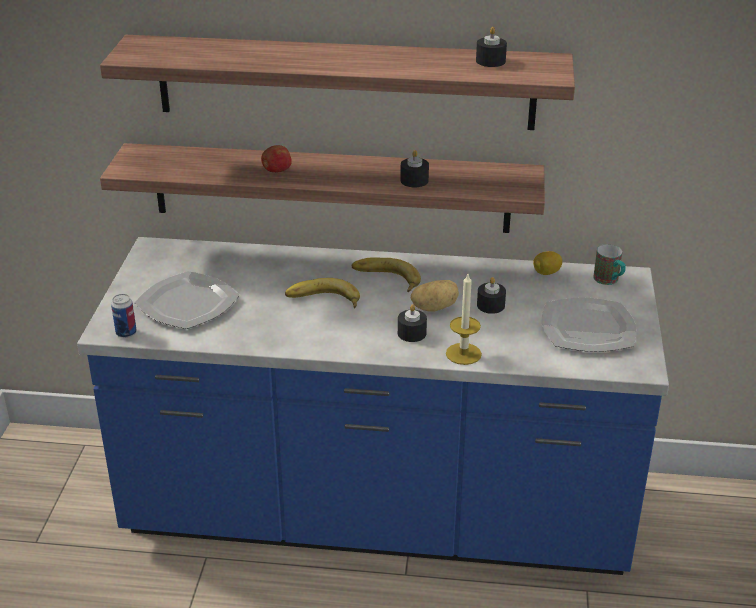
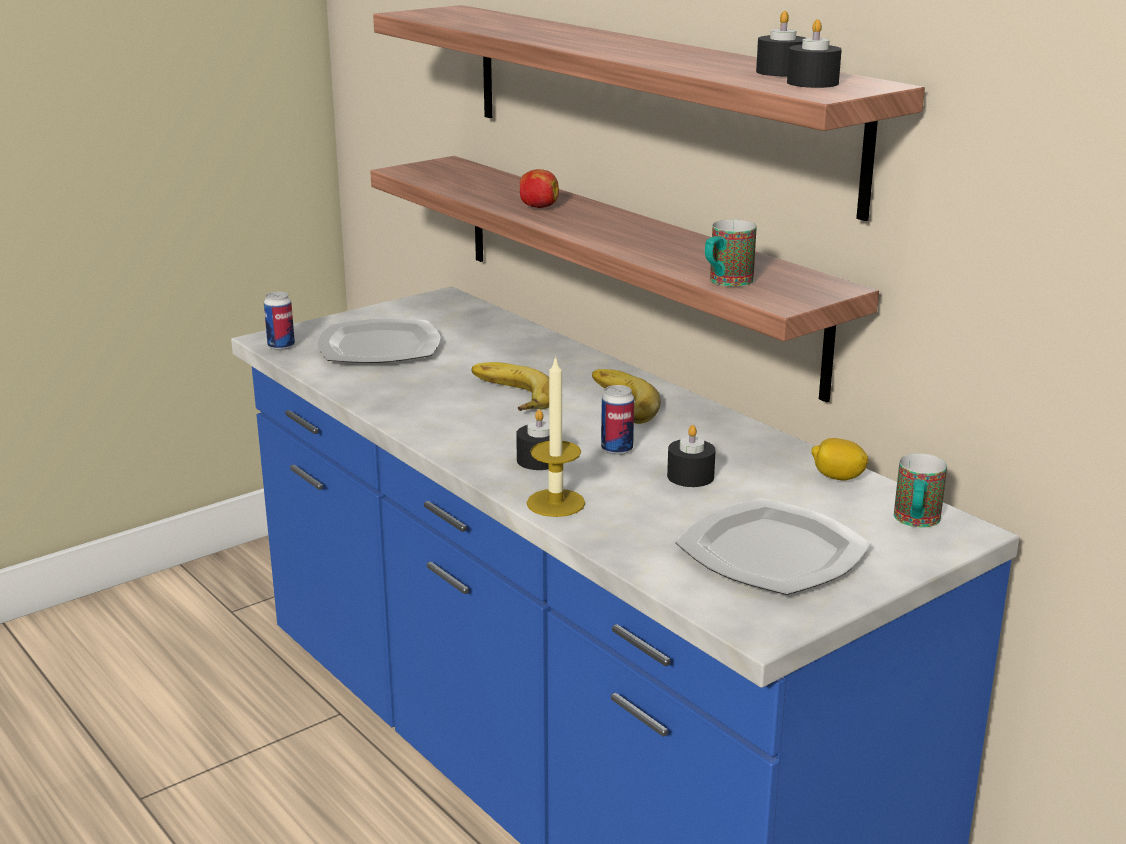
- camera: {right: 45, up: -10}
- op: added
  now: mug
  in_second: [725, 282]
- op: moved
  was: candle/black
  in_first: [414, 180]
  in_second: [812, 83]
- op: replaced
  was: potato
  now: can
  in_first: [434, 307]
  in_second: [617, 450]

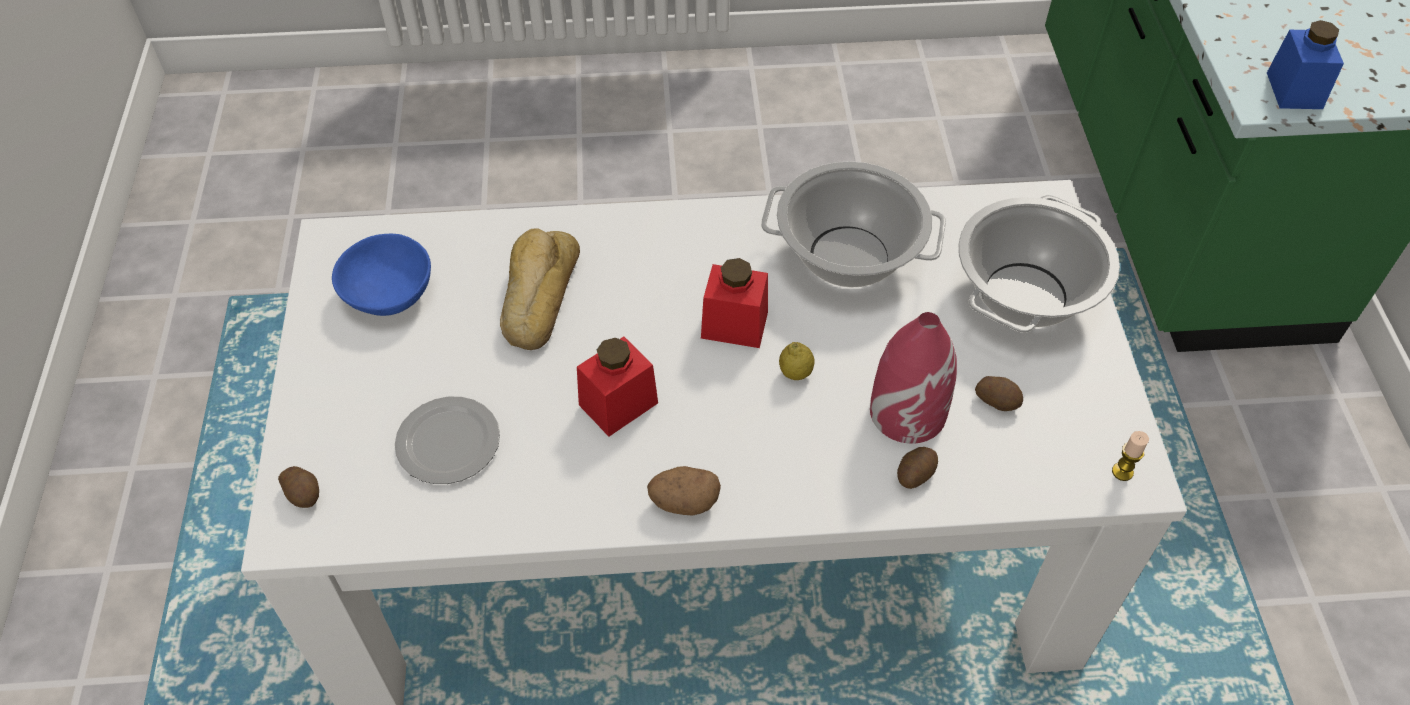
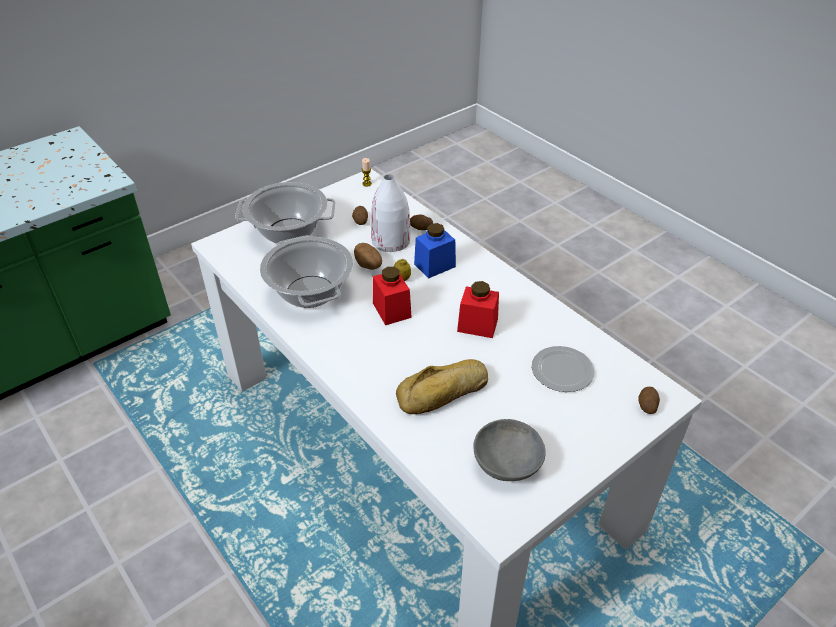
- camera: {right: -125, up: -10}
- op: moved
  was: potato
  in_first: [684, 501]
  in_second: [369, 265]
- op: moved
  was: jar/blue
  in_first: [1294, 90]
  in_second: [434, 265]
- op: recoloured
  was: bowl/blue
  now: bowl/grey
  in_first: [387, 293]
  in_second: [508, 463]
- op: recoloured
  was: vase/red
  now: vase/white
  in_first: [907, 411]
  in_second: [390, 241]

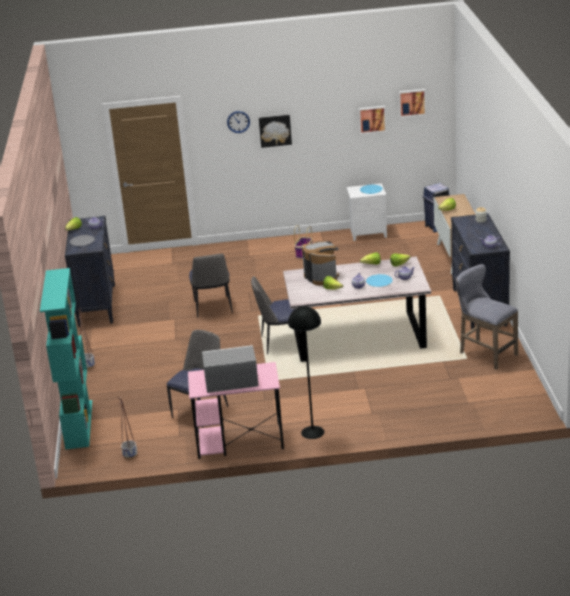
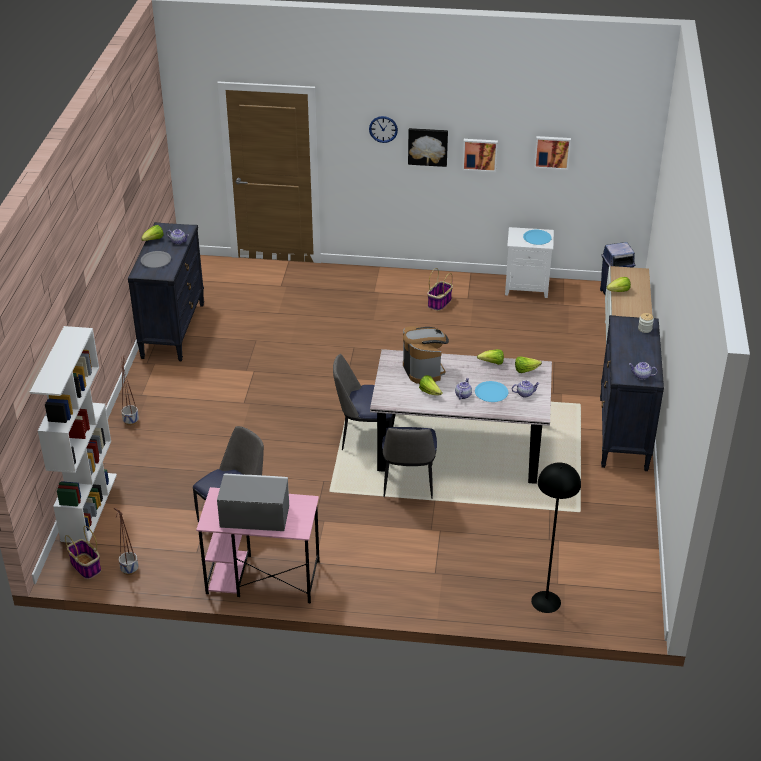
- camera: {right: 10, up: 10}
- op: removed
  was: stool/grey
  in_first: [485, 353]
- op: added
  now: basket
  in_second: [86, 567]
- op: moved
  was: chair
  in_first: [213, 308]
  in_second: [408, 482]
- op: moved
  was: floor lamp/black
  in_first: [312, 432]
  in_second: [546, 602]
- op: moved
  was: picture
  in_first: [412, 102]
  in_second: [480, 154]
- op: recoloured
  was: bookcase/turquoise
  now: bookcase/white
  in_first: [78, 424]
  in_second: [89, 507]

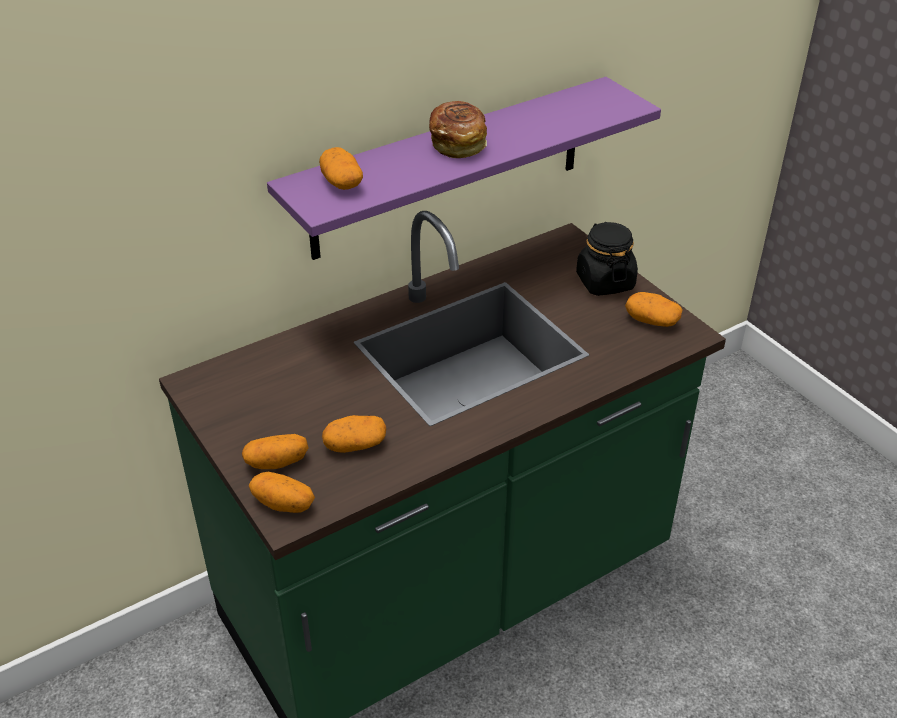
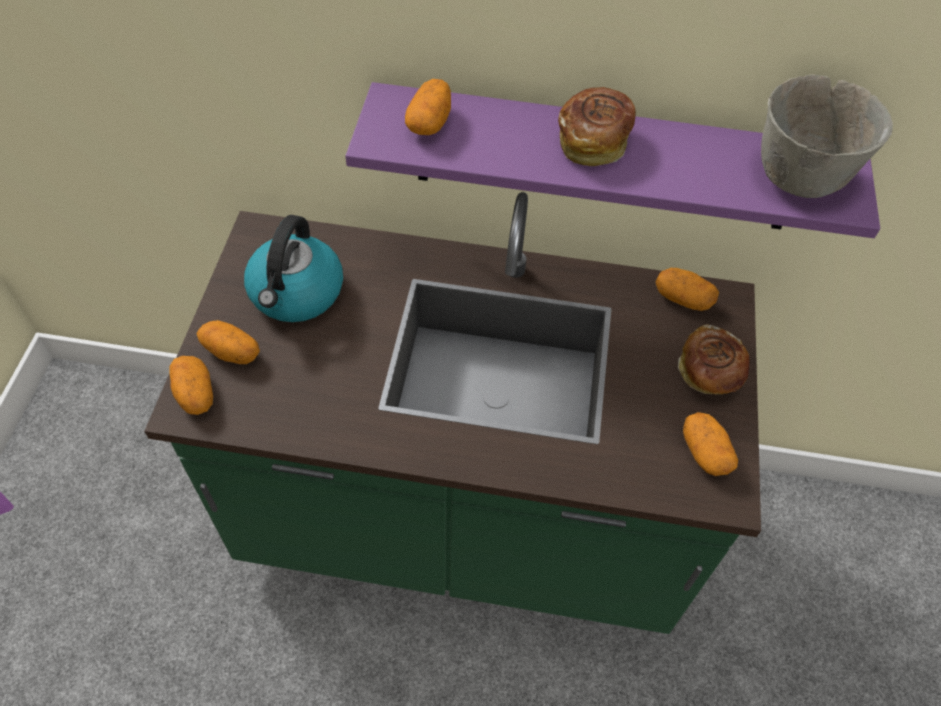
- camera: {right: 40, up: 15}
- op: added
  now: kettle
  in_second: [296, 293]
- op: added
  now: bowl/grey
  in_second: [800, 176]
- op: moved
  was: potato
  in_first: [355, 445]
  in_second: [682, 299]
- op: replaced
  was: jar/black
  now: bread
  in_first: [604, 282]
  in_second: [709, 374]

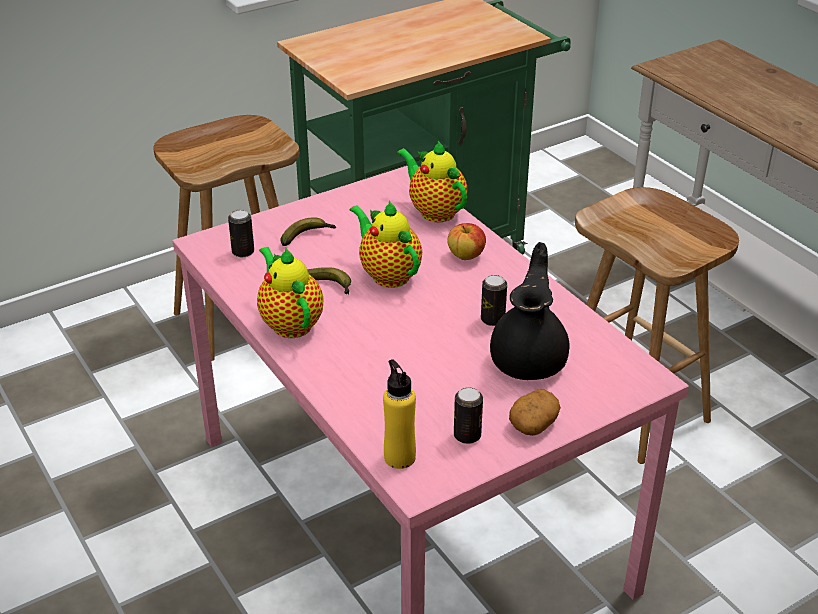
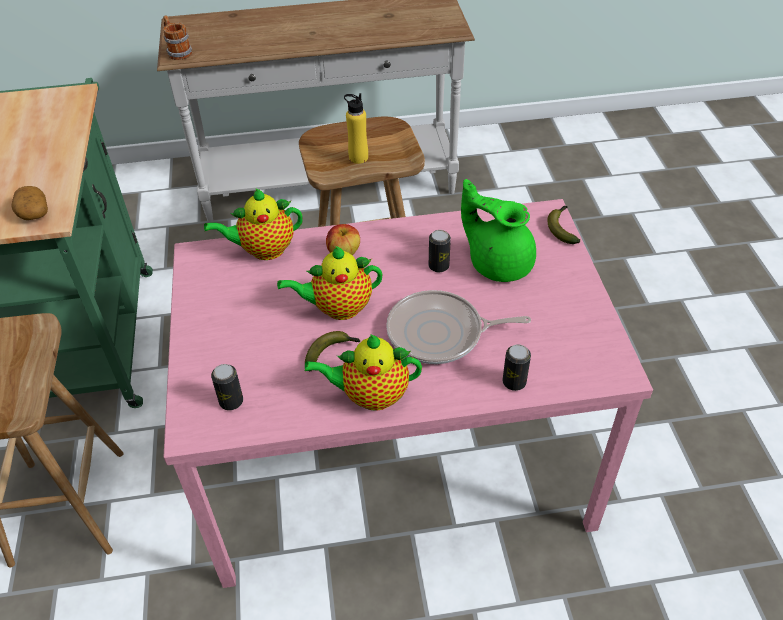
- camera: {right: -65, up: 10}
- op: added
  now: mug
  in_second: [178, 52]
- op: added
  now: frying pan
  in_second: [440, 333]
- op: moved
  was: banana
  in_first: [307, 236]
  in_second: [562, 228]
- op: moved
  was: bottle/yellow
  in_first: [399, 457]
  in_second: [358, 157]
- op: moved
  was: can
  in_first: [467, 435]
  in_second: [514, 382]
- op: moved
  was: potato
  in_first: [533, 423]
  in_second: [33, 212]
- op: recoloured
  was: teapot/black
  now: teapot/green
  in_first: [530, 359]
  in_second: [498, 263]

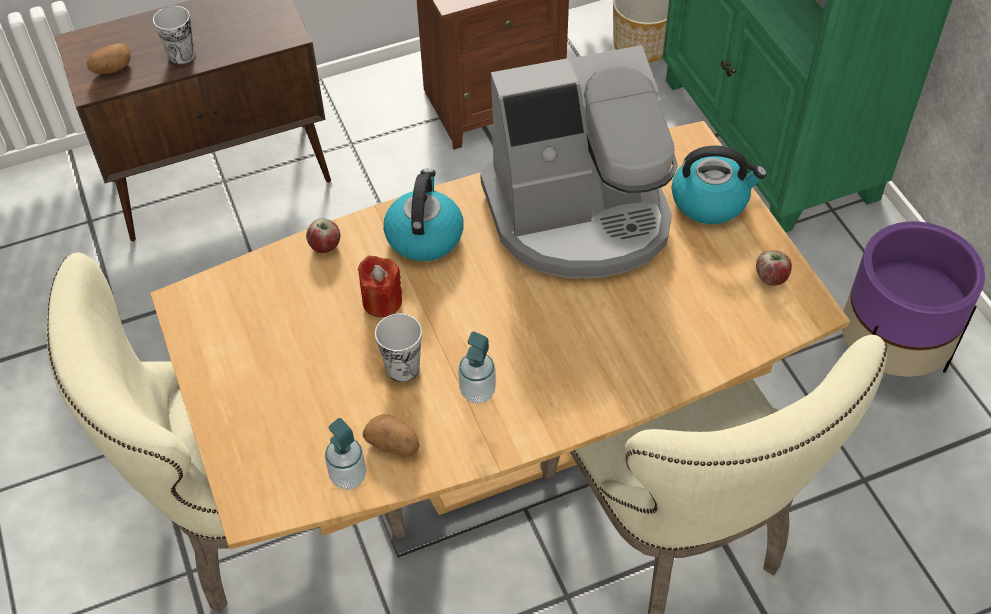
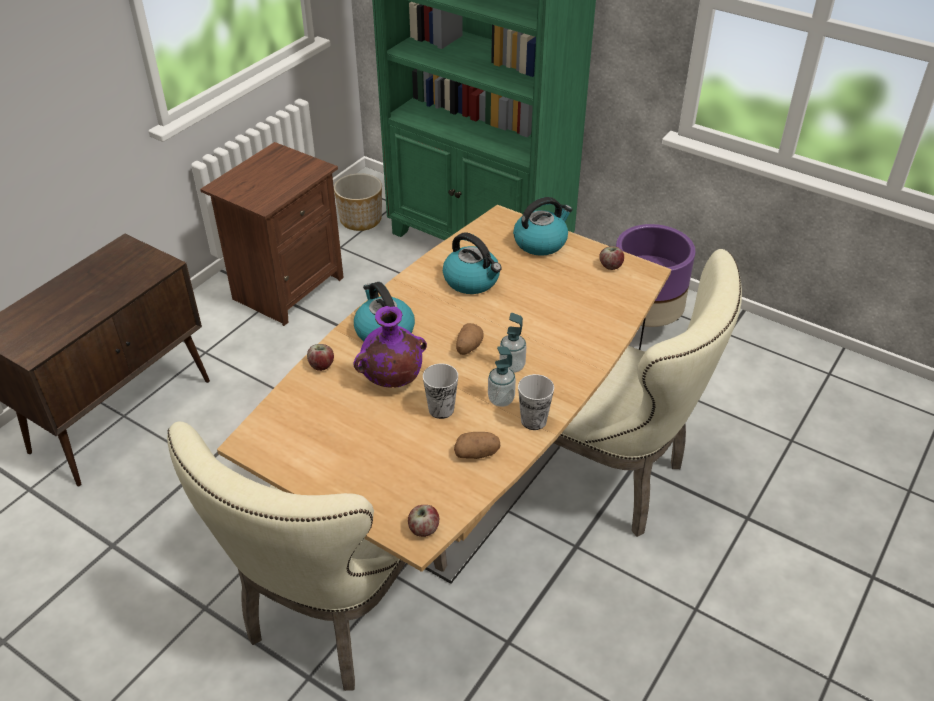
- camera: {right: -35, up: -10}
- op: added
  now: apple
  in_second: [423, 529]
- op: moved
  was: potato
  in_first: [112, 69]
  in_second: [468, 347]
- op: moved
  was: cup
  in_first: [181, 55]
  in_second: [533, 420]
- op: moved
  was: soap dispenser
  in_first: [348, 476]
  in_second: [512, 366]
- op: replaced
  was: candle/red
  now: vase/purple
  in_first: [382, 301]
  in_second: [391, 379]
- op: replaced
  was: coffee machine
  now: kettle
  in_first: [580, 216]
  in_second: [472, 280]

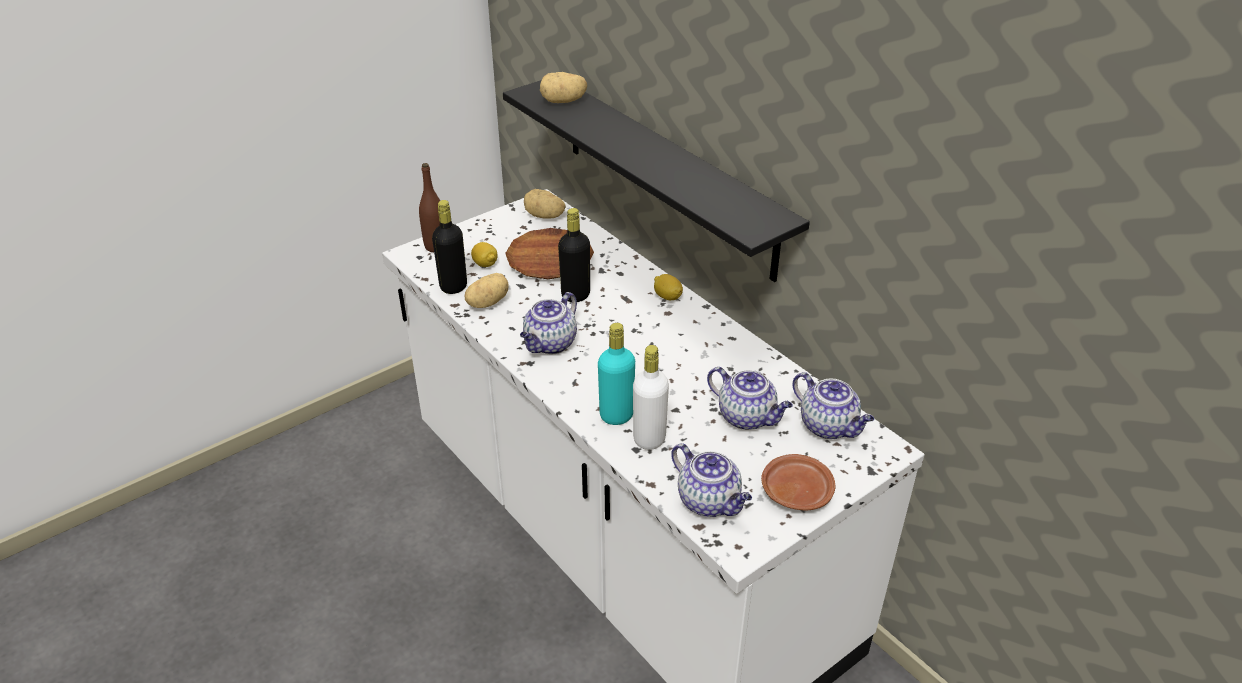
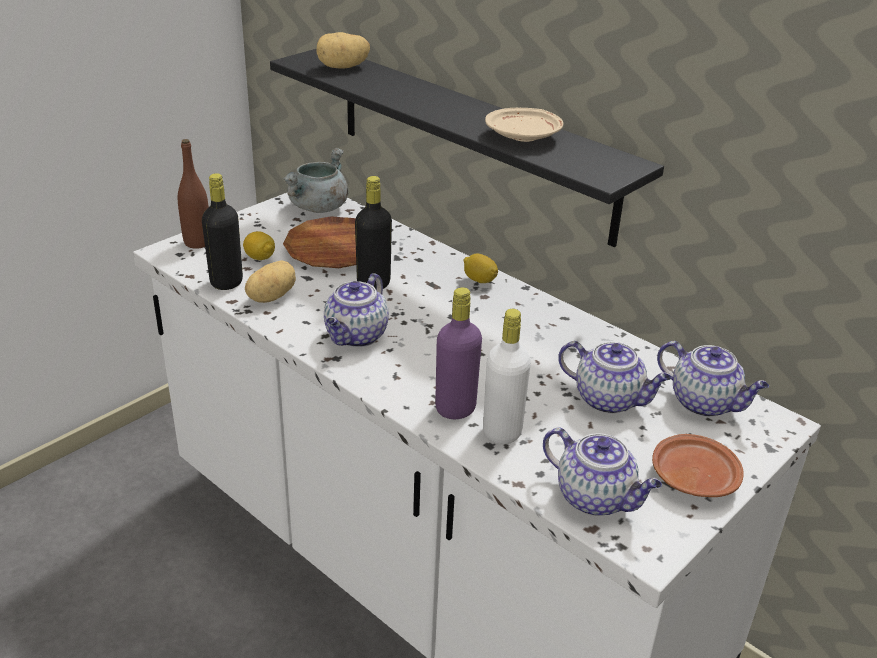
- camera: {right: -10, up: -5}
- op: added
  now: plate/beige
  in_second: [524, 136]
- op: replaced
  was: potato
  now: cooking pot/grey
  in_first: [544, 216]
  in_second: [318, 208]
- op: recoloured
  was: bottle/turquoise
  now: bottle/purple
  in_first: [616, 415]
  in_second: [455, 408]

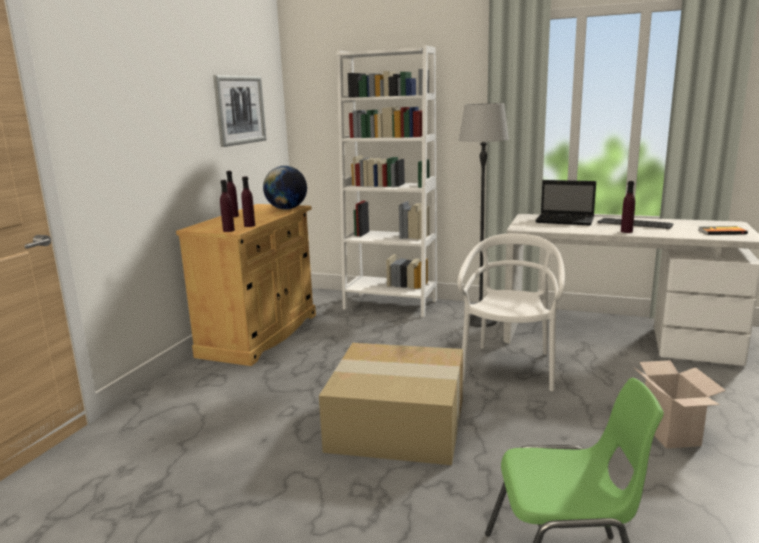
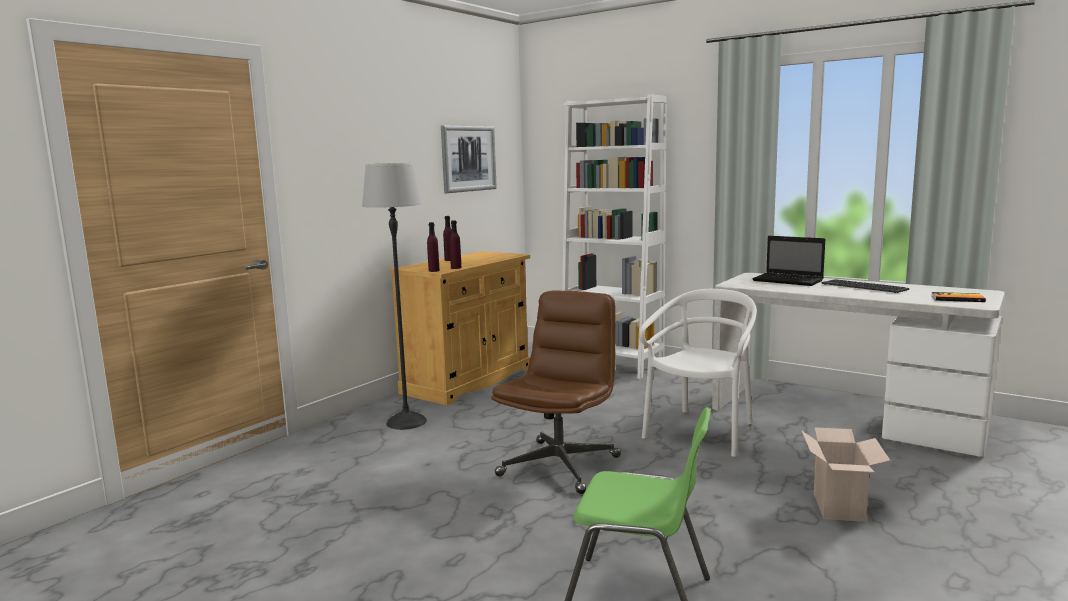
- camera: {right: 15, up: -5}
- op: removed
  was: globe
  in_first: [286, 209]
- op: removed
  was: bottle/purple
  in_first: [626, 231]
- op: moved
  was: floor lamp
  in_first: [480, 320]
  in_second: [407, 422]
- op: replaced
  was: cardboard box
  now: office chair/brown
  in_first: [400, 423]
  in_second: [559, 465]

